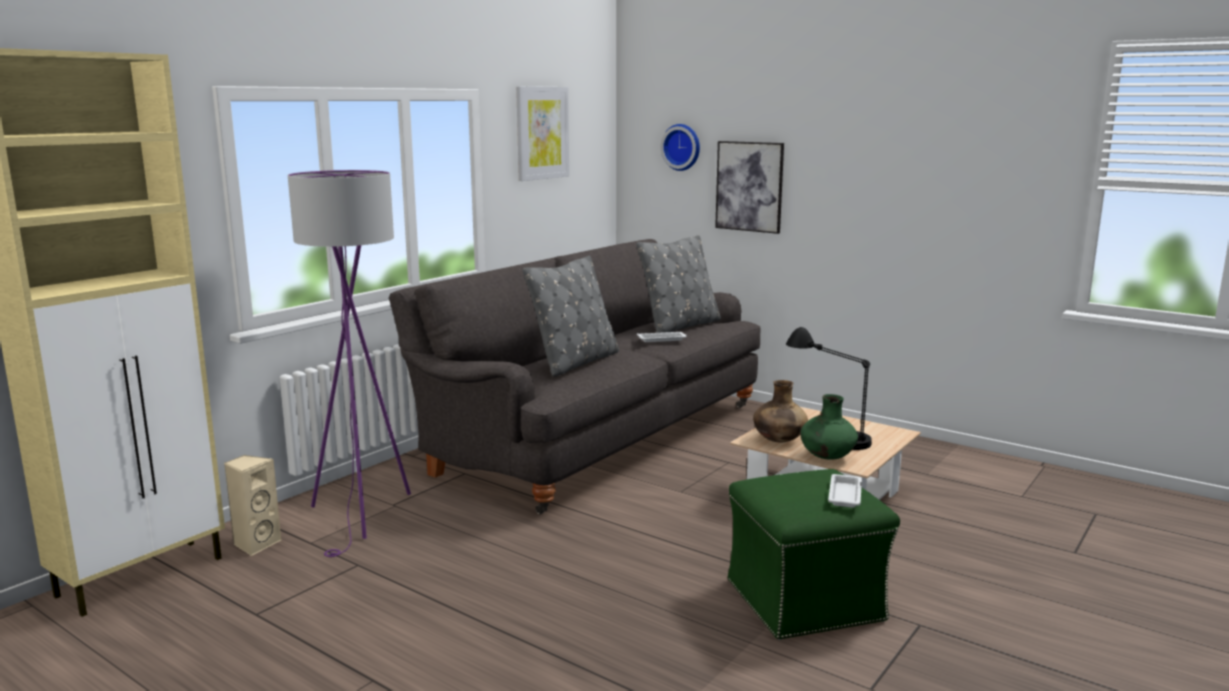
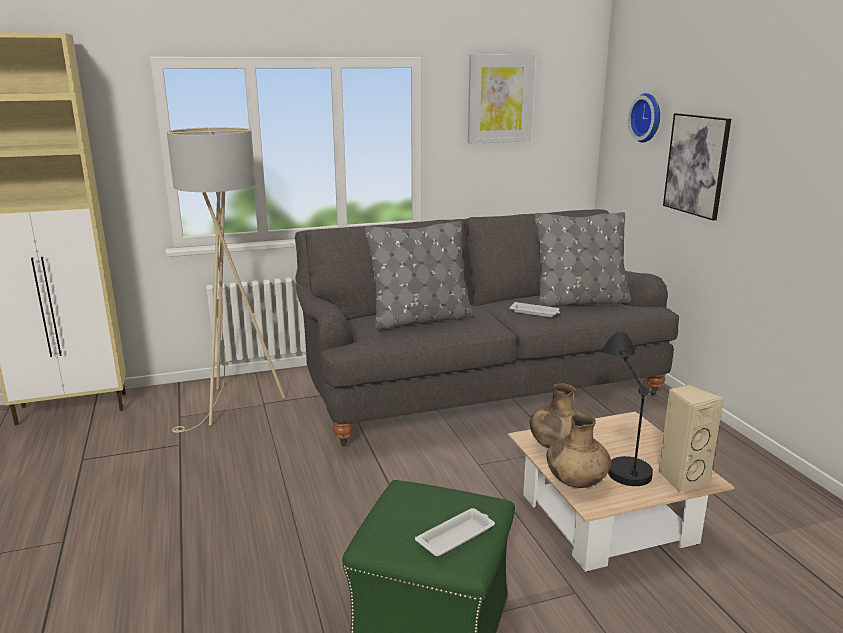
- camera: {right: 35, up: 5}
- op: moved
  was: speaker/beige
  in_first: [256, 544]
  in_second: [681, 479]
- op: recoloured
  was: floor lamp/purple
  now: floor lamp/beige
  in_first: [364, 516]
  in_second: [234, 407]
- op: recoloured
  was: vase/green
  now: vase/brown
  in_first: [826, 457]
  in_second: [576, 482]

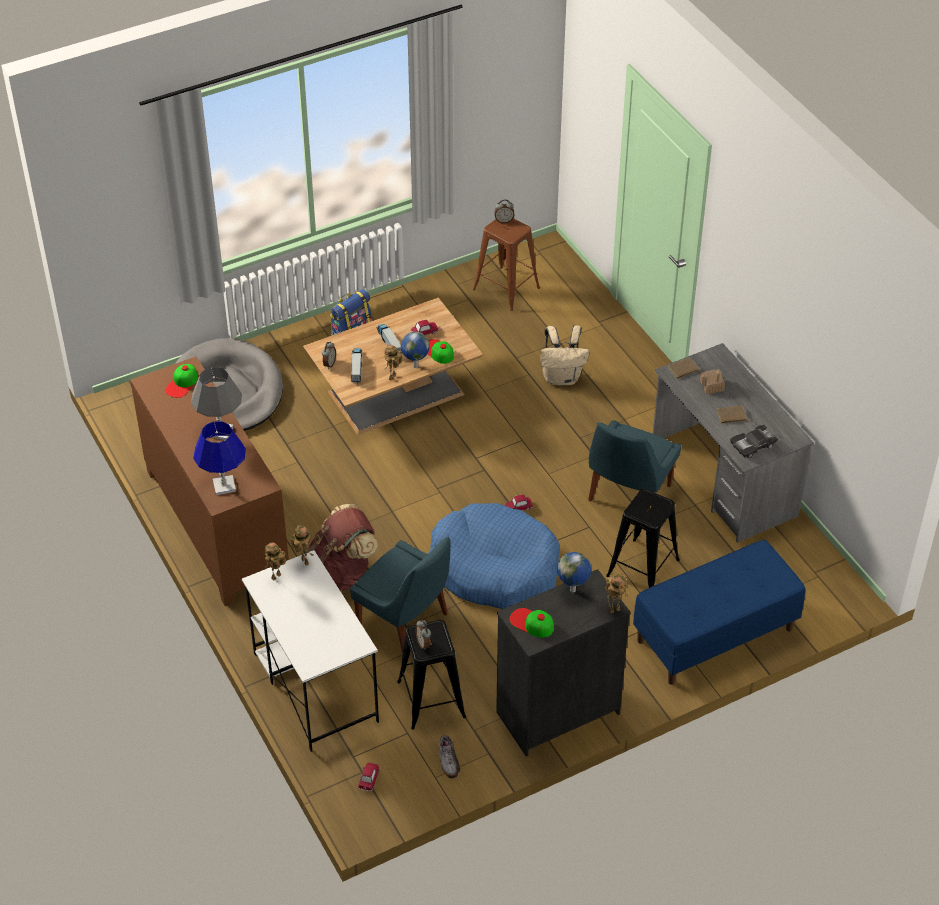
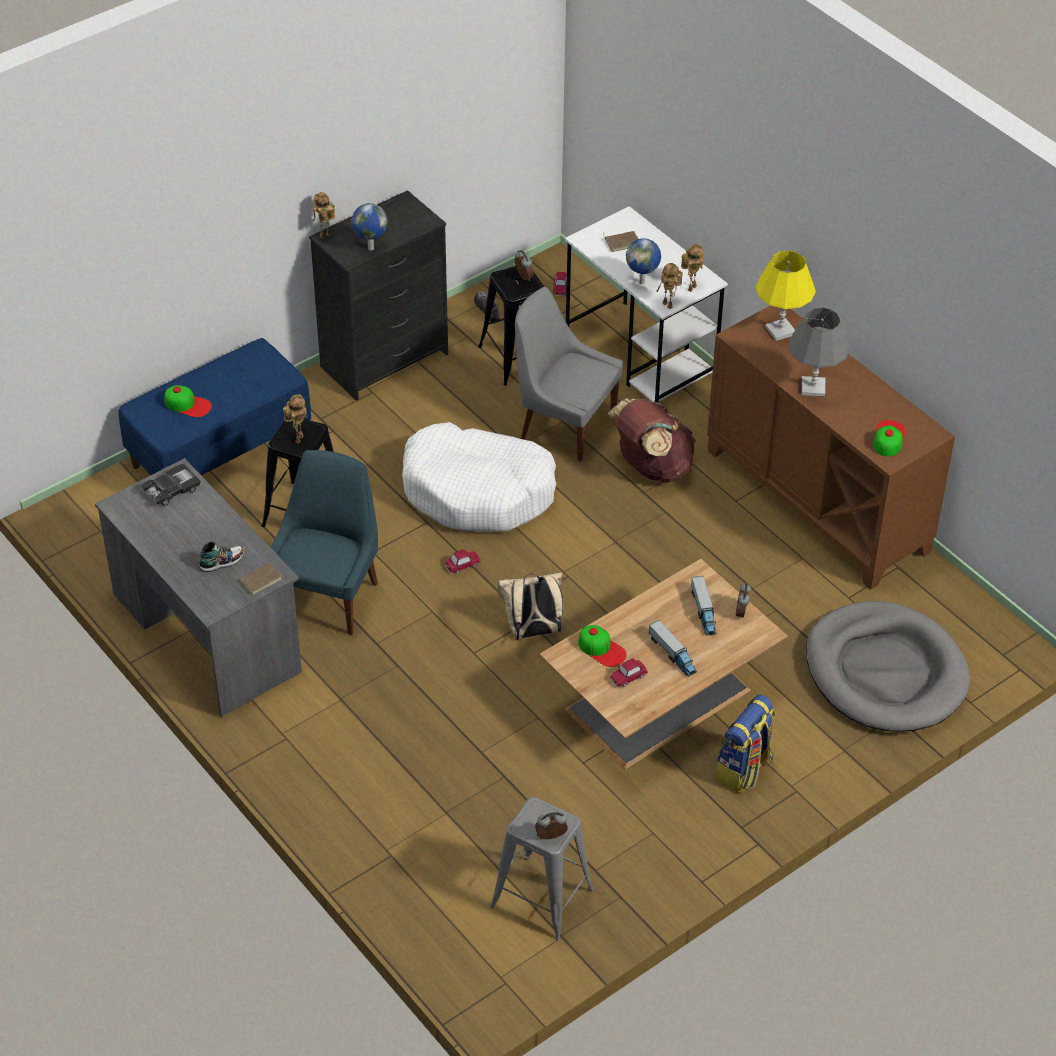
- camera: {right: 170, up: 0}
- op: moved
  was: toy robot
  in_first: [393, 378]
  in_second: [298, 438]
- op: moved
  was: globe
  in_first: [415, 366]
  in_second: [642, 282]
- op: moved
  was: cap
  in_first: [532, 623]
  in_second: [187, 404]
- op: moved
  was: backpack/beige
  in_first: [562, 378]
  in_second: [532, 631]
- op: moved
  was: book/brown
  in_first: [731, 416]
  in_second: [622, 242]
- op: replaced
  was: toy house
  now: shoe
  in_first: [712, 386]
  in_second: [222, 561]
- op: recoloured
  was: table lamp/blue
  now: table lamp/yellow
  in_first: [224, 486]
  in_second: [780, 330]
- op: recoloured
  was: chair/blue
  now: chair/grey
  in_first: [405, 622]
  in_second: [564, 425]
- op: recoloured
  was: dog bed/blue
  now: dog bed/white
  in_first: [494, 568]
  in_second: [478, 491]
- op: recoloured
  was: stool/brown
  now: stool/grey
  in_first: [506, 288]
  in_second: [542, 898]

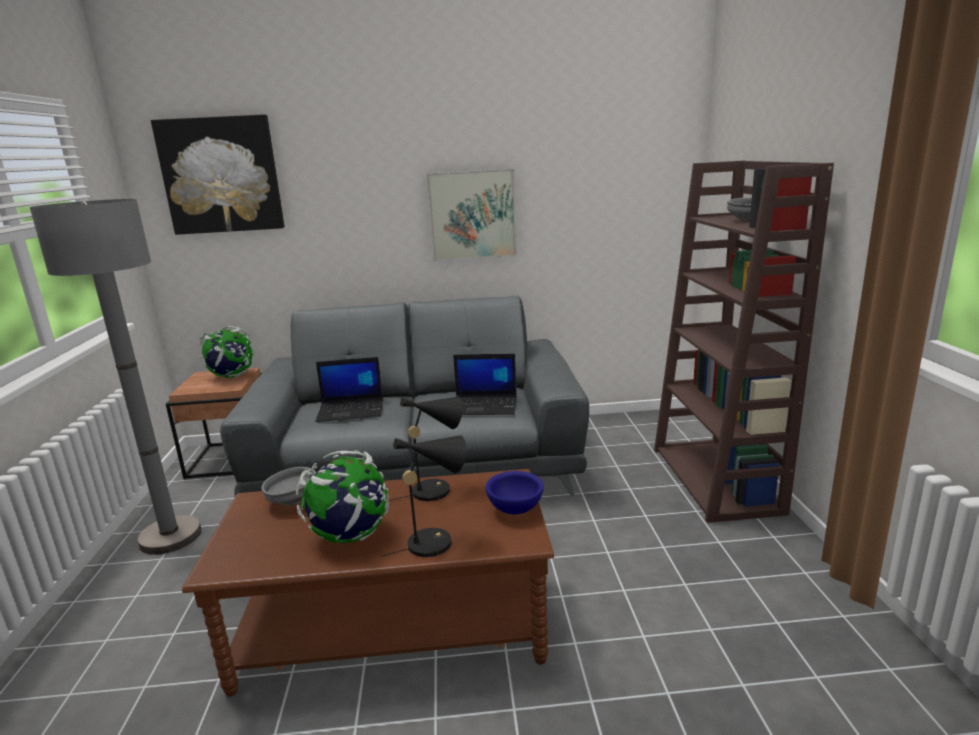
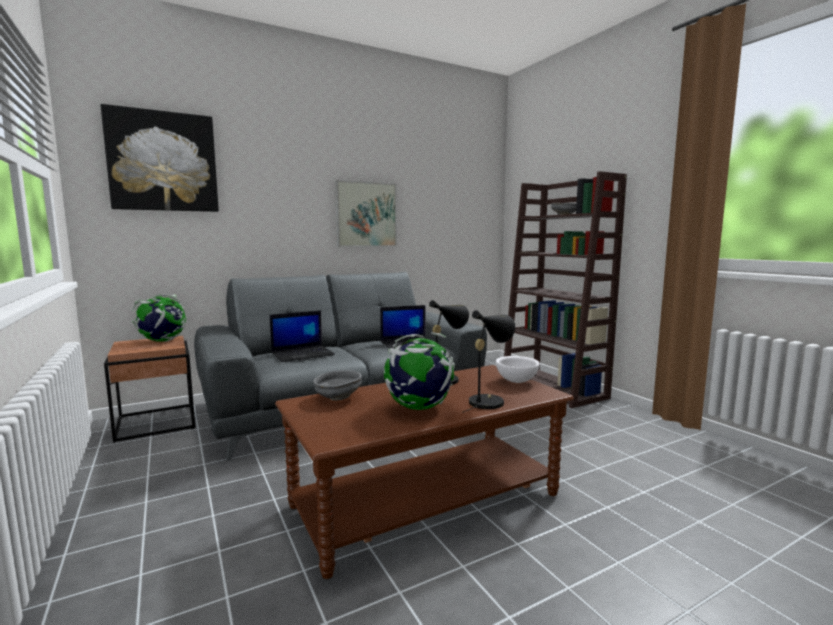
- camera: {right: -25, up: -10}
- op: removed
  was: floor lamp/grey
  in_first: [170, 537]
- op: recoloured
  was: bowl/blue
  now: bowl/white
  in_first: [514, 509]
  in_second: [516, 381]

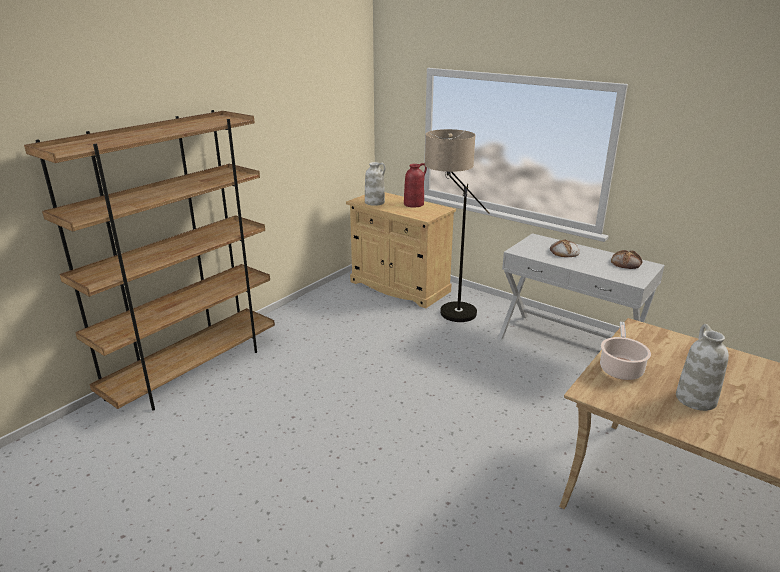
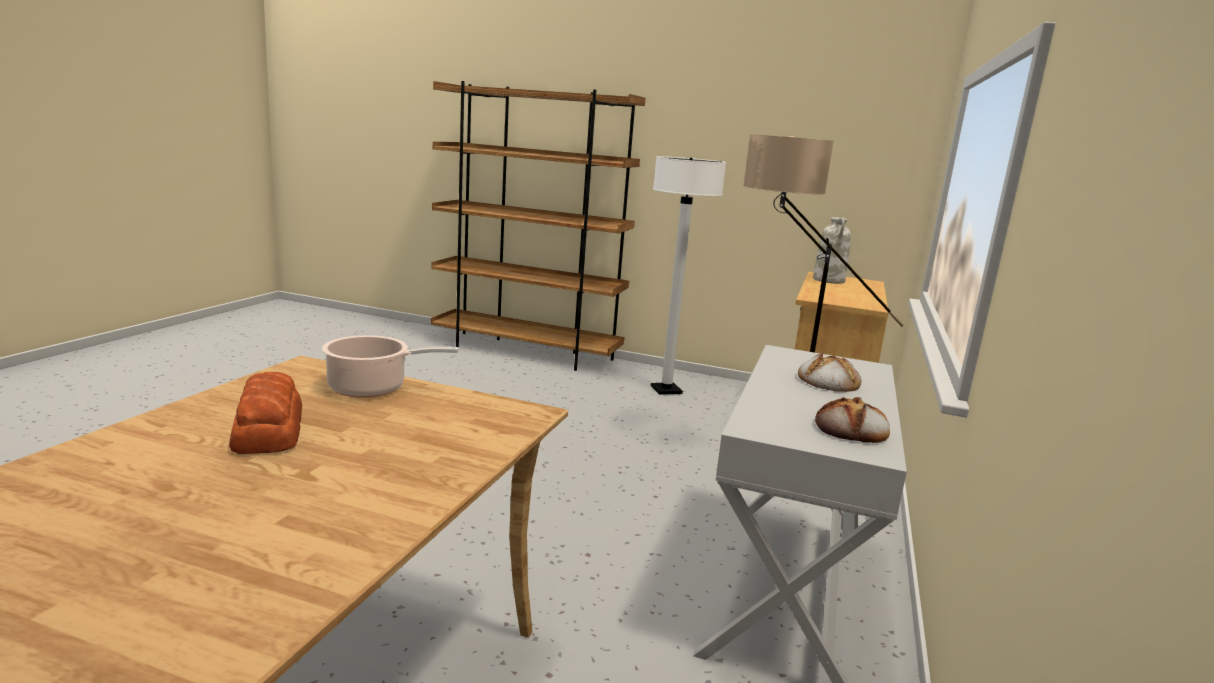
- camera: {right: 70, up: -10}
- op: removed
  was: vase/red
  in_first: [414, 204]
- op: added
  now: floor lamp/white
  in_second: [666, 390]
- op: replaced
  was: vase/white
  now: bread
  in_first: [695, 399]
  in_second: [269, 428]

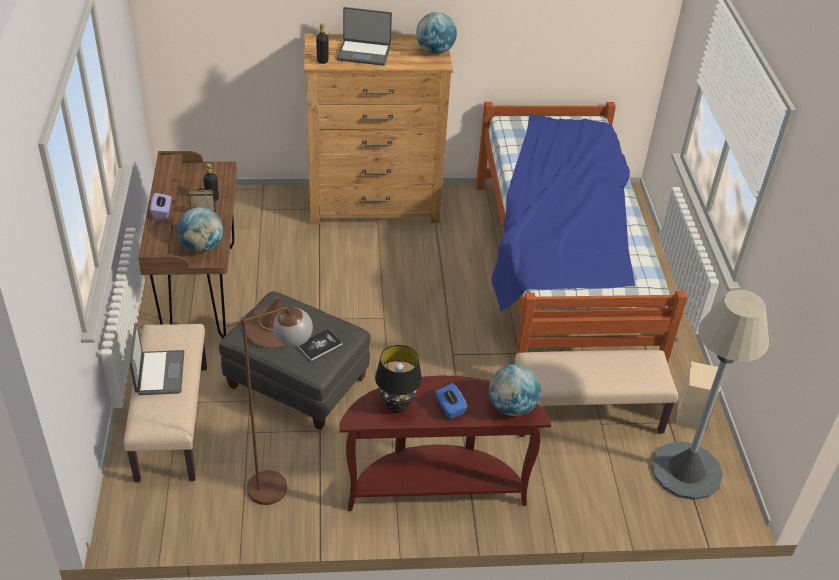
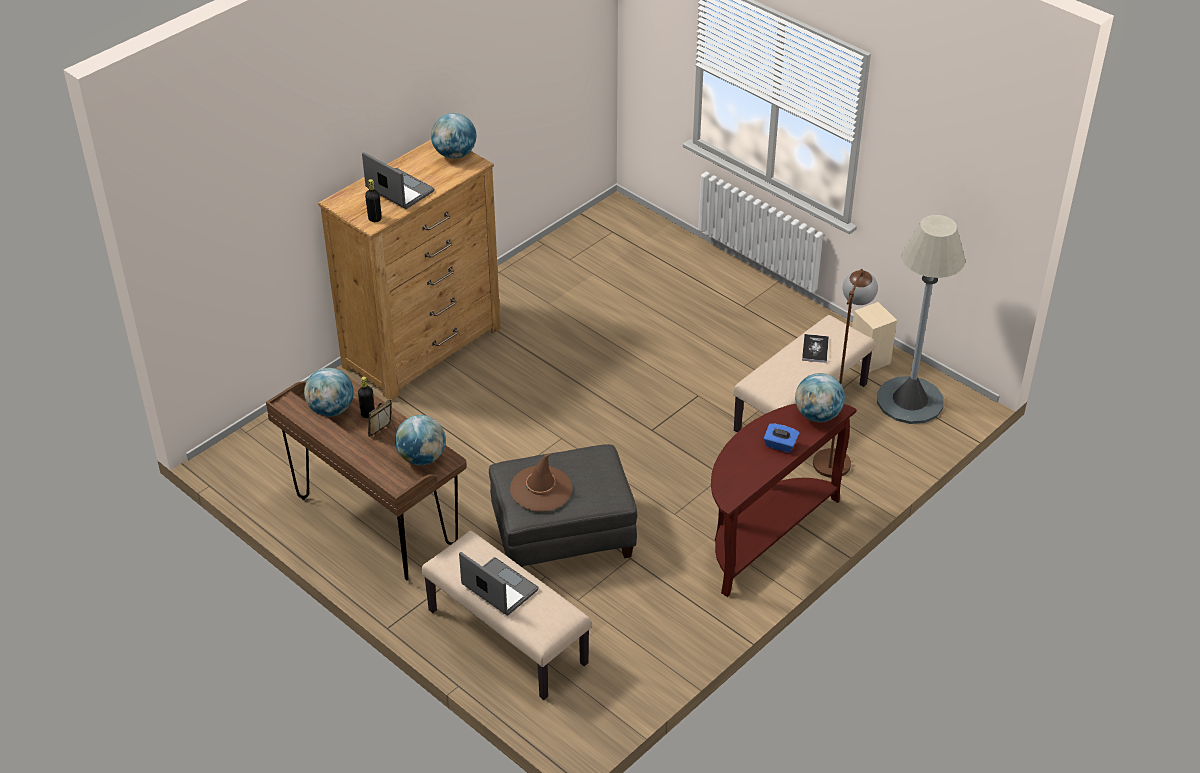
- camera: {right: -40, up: 0}
- op: removed
  was: tissue box/purple
  in_first: [162, 213]
- op: removed
  was: table lamp/black
  in_first: [396, 406]
- op: removed
  was: bed
  in_first: [558, 275]
- op: added
  now: globe
  in_second: [331, 410]
- op: moved
  was: floor lamp/brown
  in_first: [280, 483]
  in_second: [834, 455]
- op: moved
  was: book
  in_first: [319, 345]
  in_second: [815, 349]
- op: turned
  was: laptop
  in_first: [364, 53]
  in_second: [399, 191]
  clockwise: -105

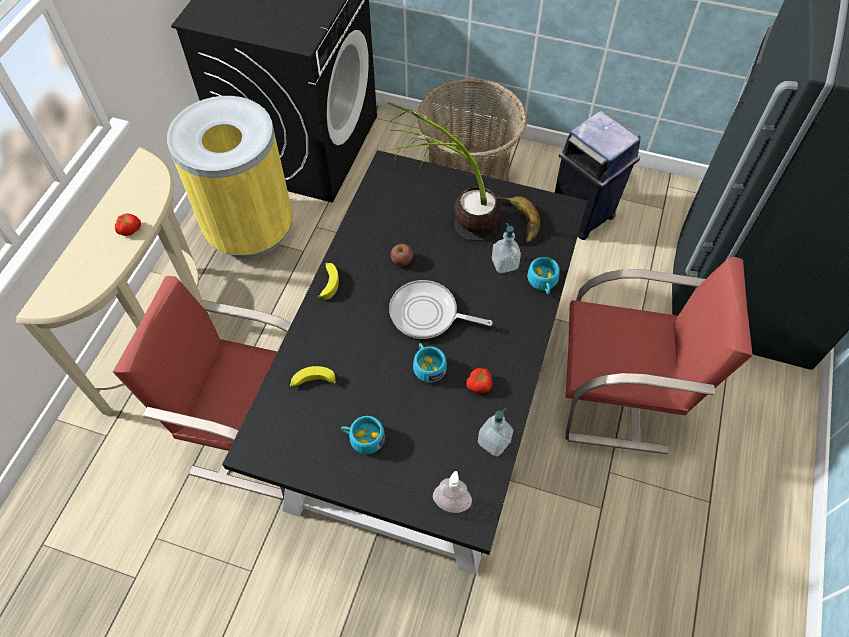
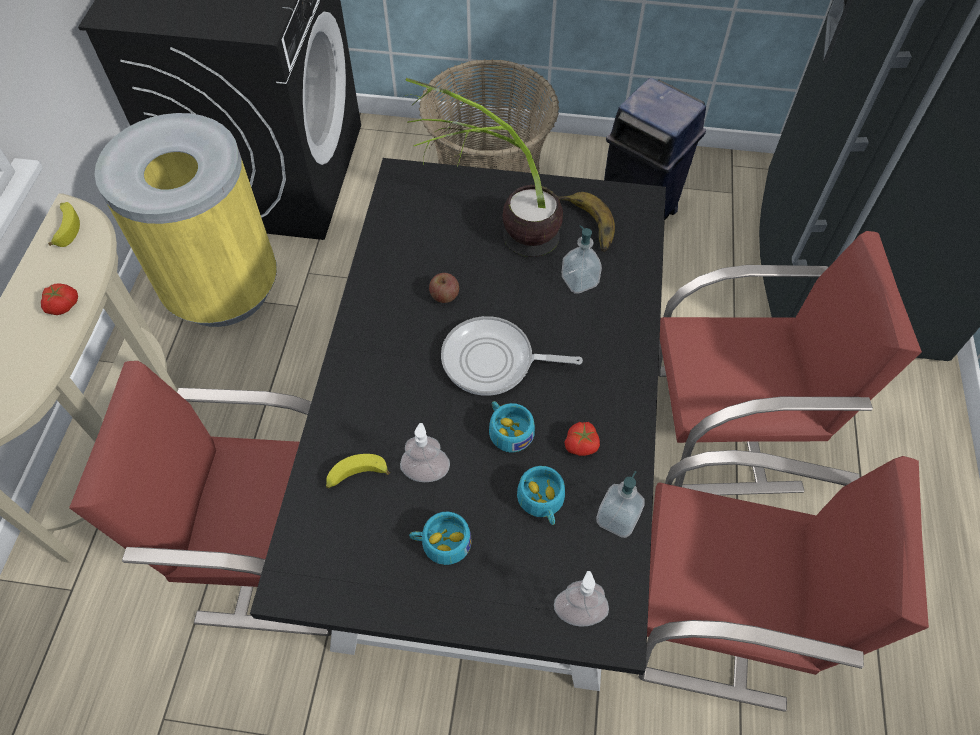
- camera: {right: -10, up: 0}
- op: added
  now: soap dispenser
  in_second: [426, 472]
- op: added
  now: chair/red
  in_second: [720, 613]
- op: moved
  was: banana
  in_first: [328, 283]
  in_second: [66, 227]
- op: moved
  was: cup/turquoise
  in_first: [543, 282]
  in_second: [542, 503]

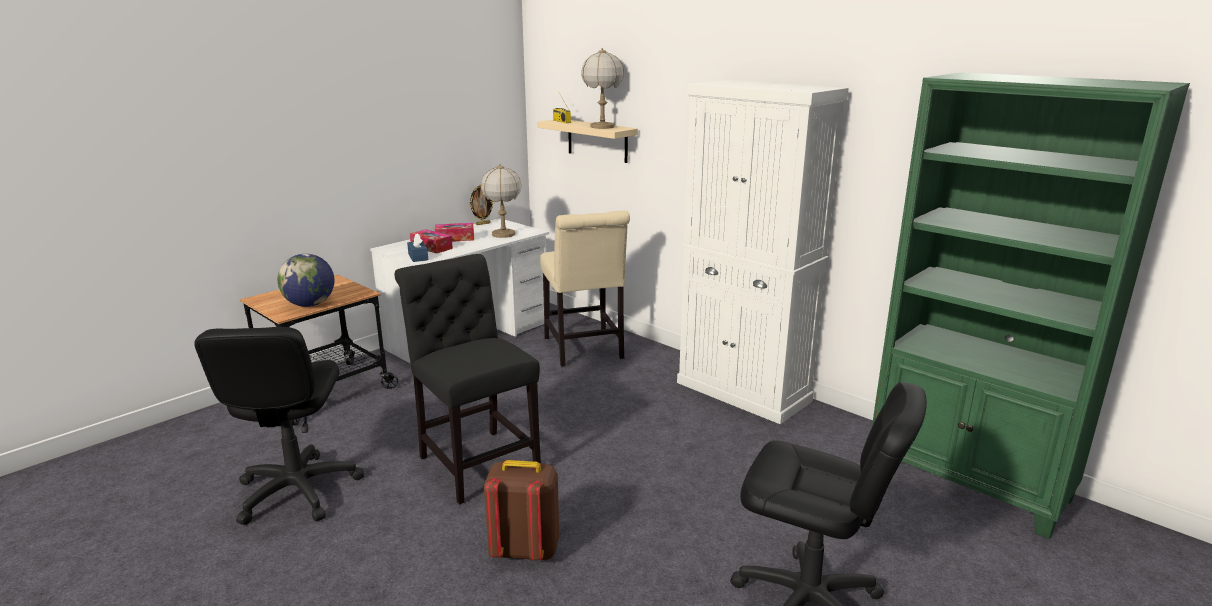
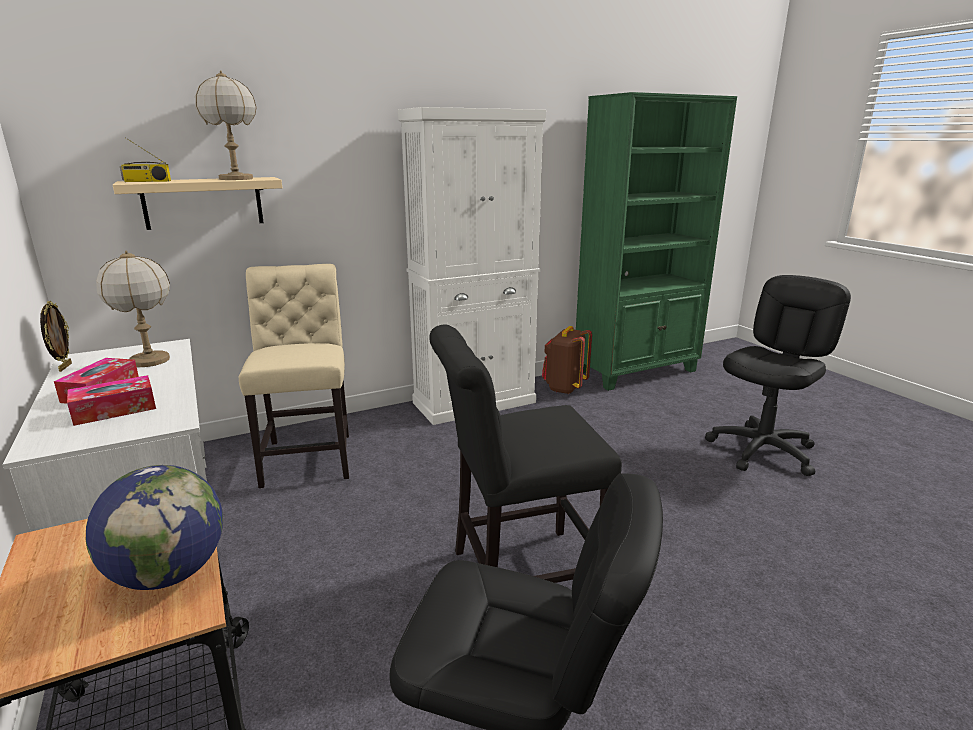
- camera: {right: -70, up: 0}
- op: removed
  was: tissue box/blue
  in_first: [418, 257]
- op: moved
  was: backpack/brown
  in_first: [524, 550]
  in_second: [564, 388]
- op: turned
  was: chair/beige
  in_first: [584, 350]
  in_second: [309, 457]
  clockwise: -105

